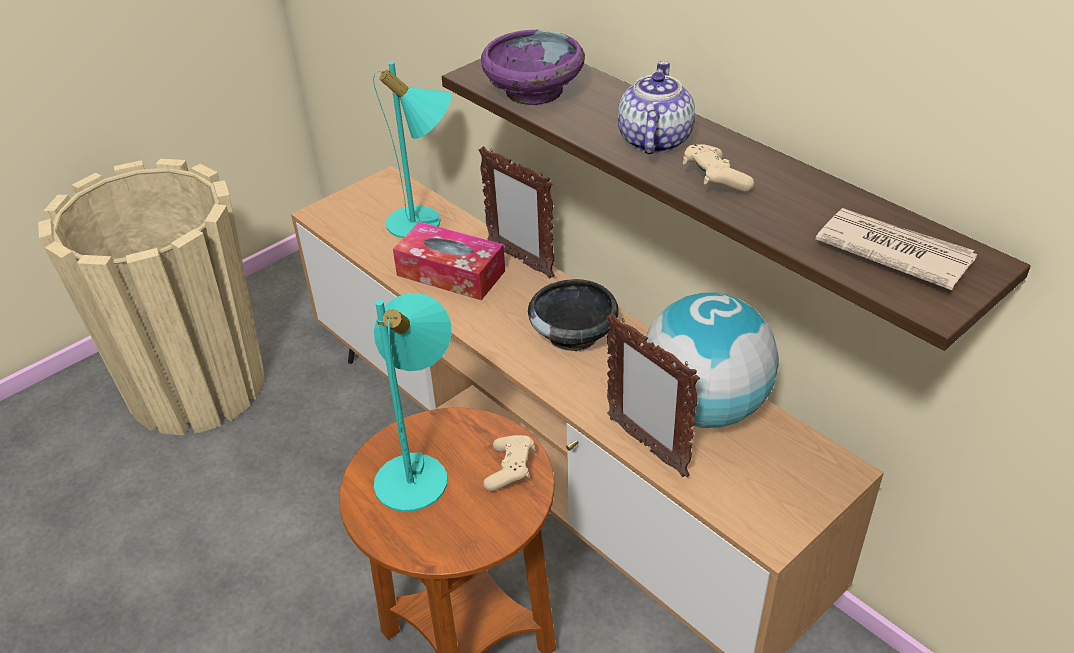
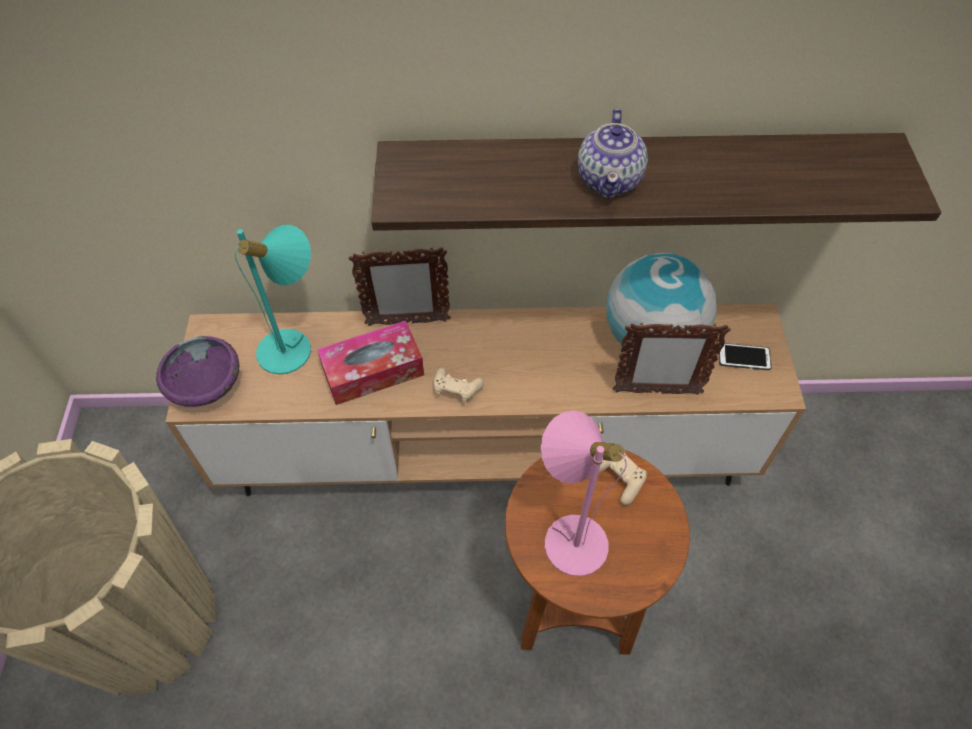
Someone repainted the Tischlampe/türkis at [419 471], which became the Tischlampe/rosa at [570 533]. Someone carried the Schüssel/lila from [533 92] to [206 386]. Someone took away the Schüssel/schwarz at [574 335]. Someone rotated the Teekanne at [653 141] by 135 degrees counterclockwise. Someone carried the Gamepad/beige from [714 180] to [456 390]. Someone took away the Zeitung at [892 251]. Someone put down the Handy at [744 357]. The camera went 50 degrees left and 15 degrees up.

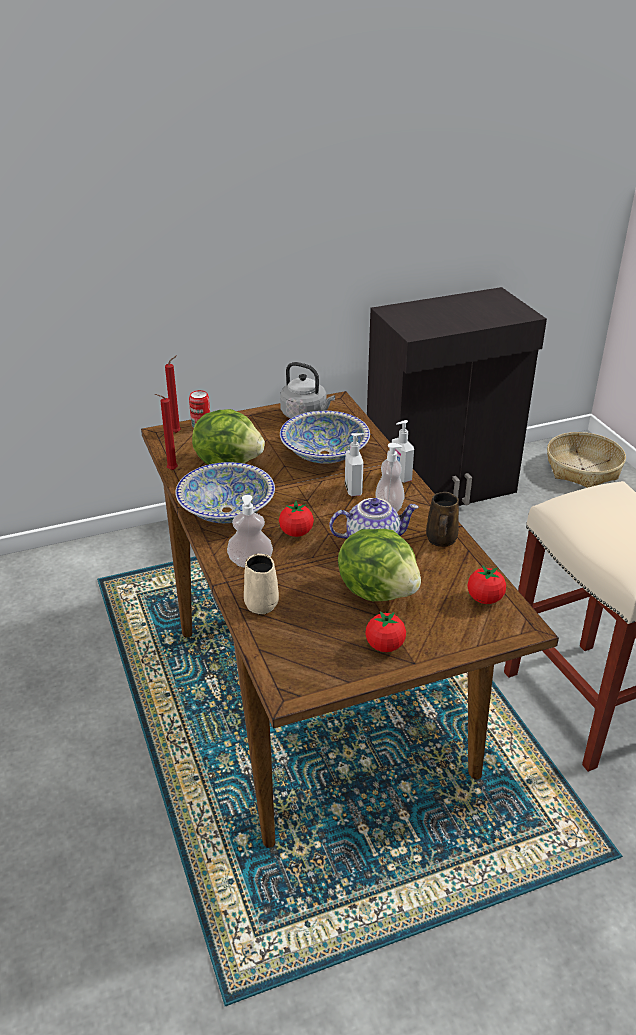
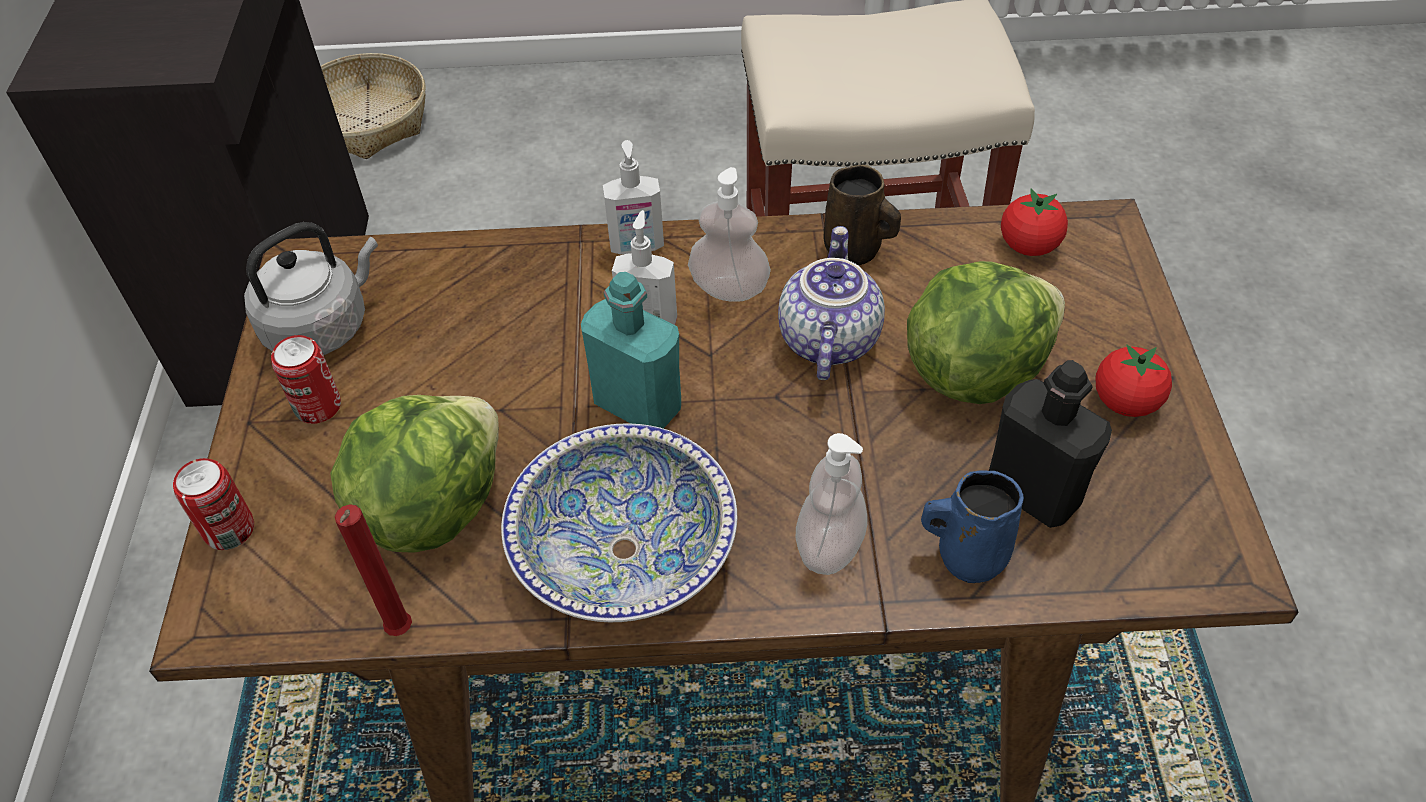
Someone took away the Kerze/rot at [177 432]. Someone repainted the Henkelbecher/beige at [261 603], which became the Henkelbecher/blau at [967 555]. Someone took away the Tomate at [296 533]. Someone took away the Schüssel at [324 453]. Someone put down the Dose at [318 406]. Someone put down the Flasche/türkis at [638 405]. Someone put down the Flasche/schwarz at [1033 493]. The camera went 70 degrees left and 15 degrees up.

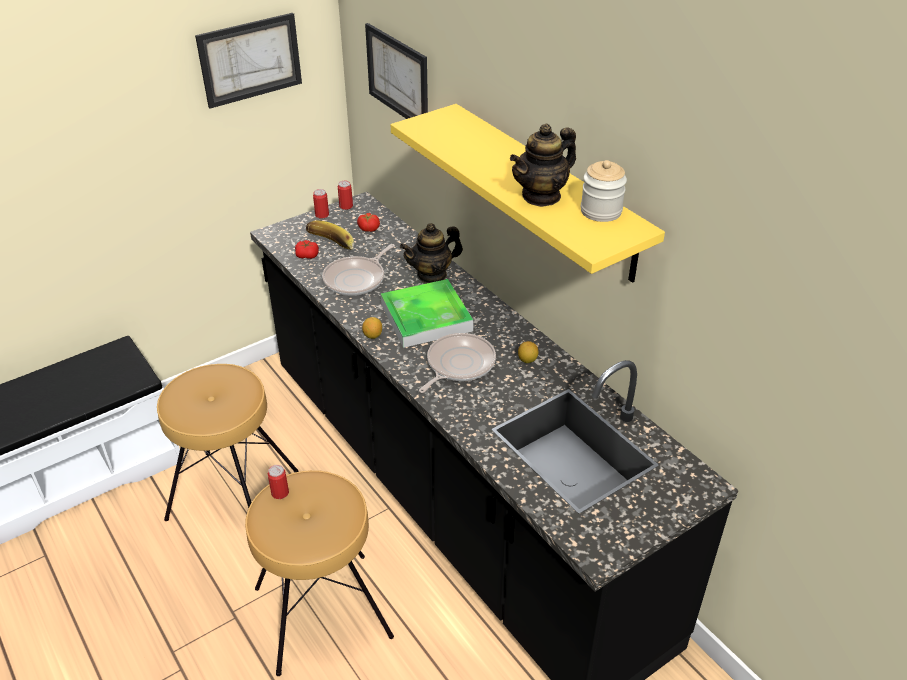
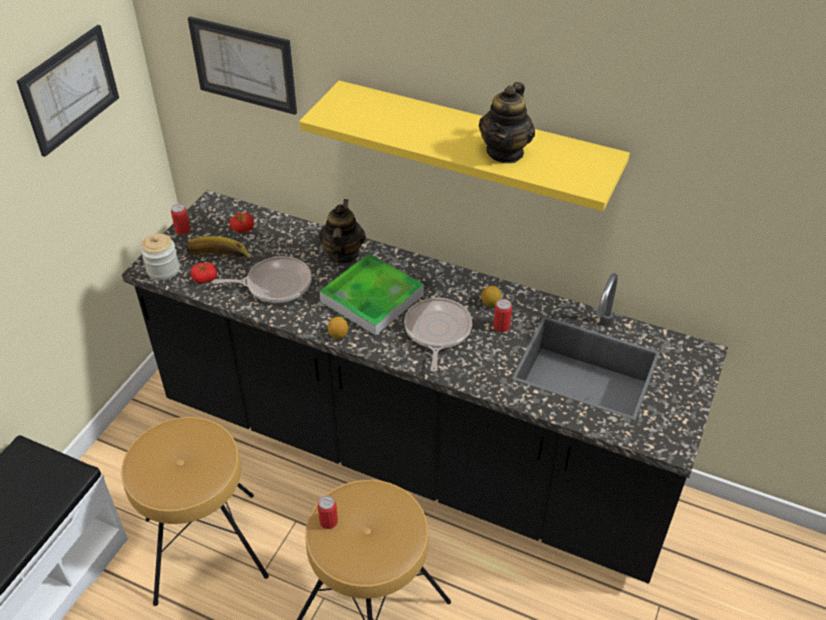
Someone rotated the Pfanne at [357 279] by 105 degrees counterclockwise. Someone carried the Dose from [346 206] to [501 326]. Someone rotated the Teekanne at [432 275] by 150 degrees clockwise. Someone carried the Vorratsglas from [601 211] to [163 270]. The camera went 30 degrees left and 5 degrees up.

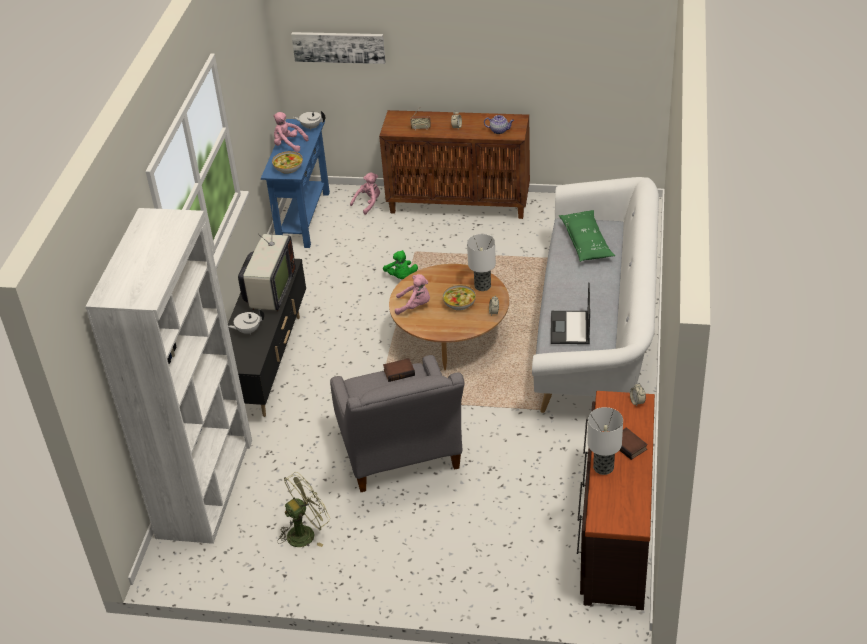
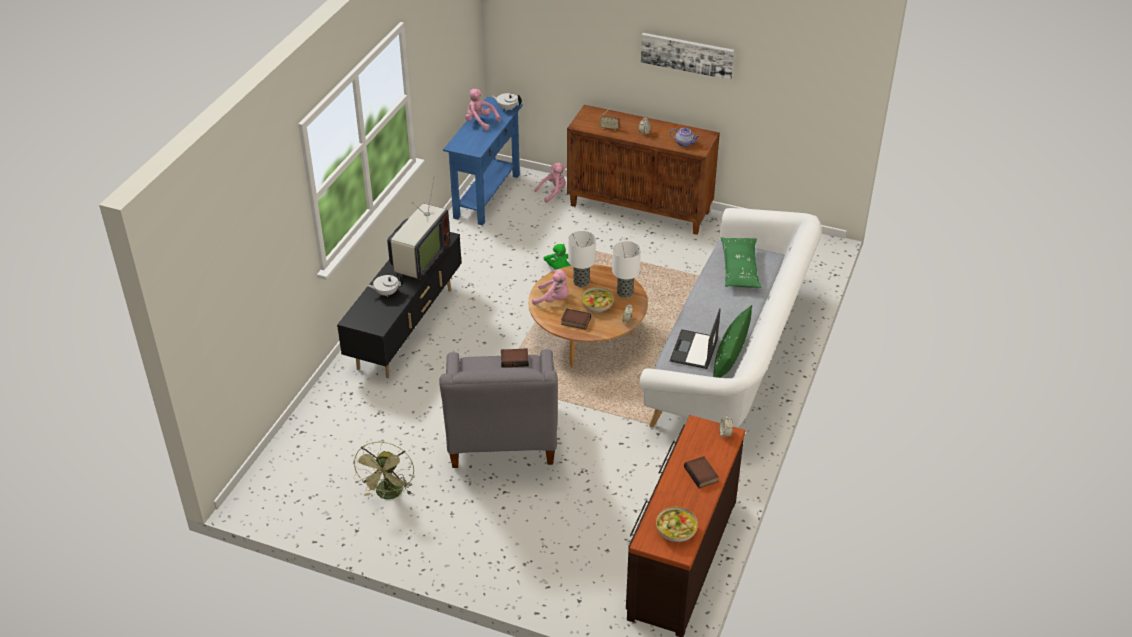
Someone took away the Bücherregal/weiß at [205 487]. Someone carried the Schüssel from [288 167] to [676 531]. Someone rotated the Ventilator/grün at [305 532] by 120 degrees clockwise. Someone carried the Bild from [338 46] to [687 55]. Someone carried the Tischlampe from [604 467] to [582 282]. Someone put down the Buch at [575 321]. Someone put down the Kissen/grün at [730 357]. The camera went 10 degrees right and 0 degrees up.

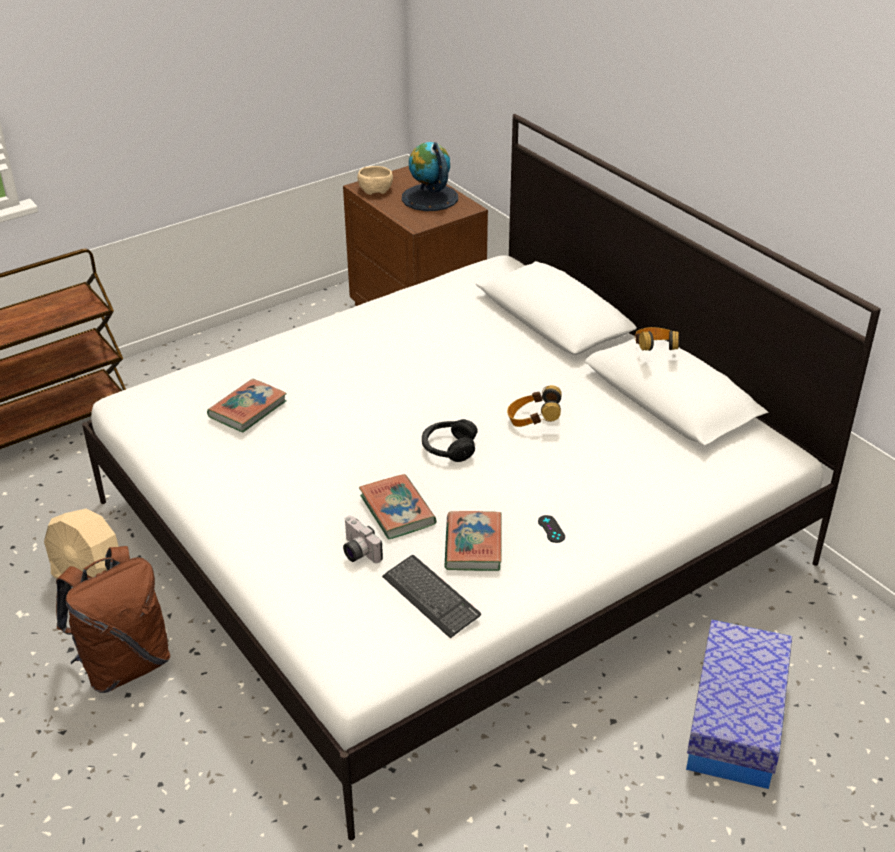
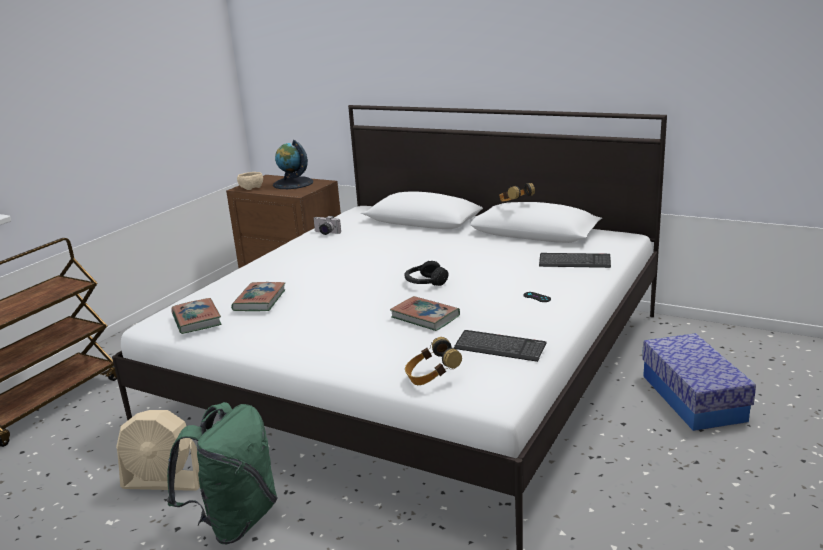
Someone repainted the Rucksack/braun at [124 664], which became the Rucksack/grün at [235 520]. Someone carried the Kamera from [357 552] to [325 233]. Someone carried the Buch from [473 545] to [196 320]. Someone carried the Kopfhörer from [533 421] to [431 377]. Someone put down the Tastatur at [574 262]. The camera went 25 degrees left and 15 degrees down.

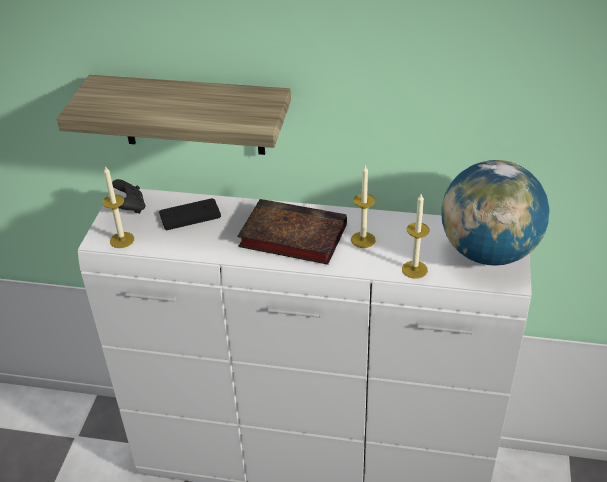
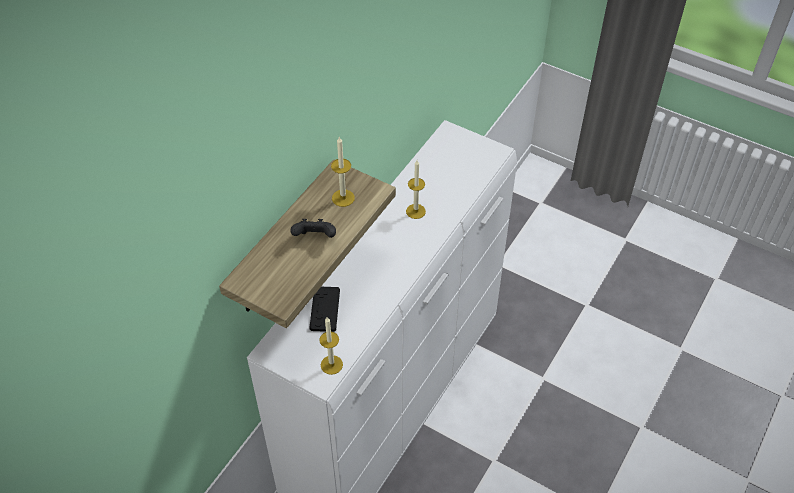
Someone carried the Gamepad/schwarz from [131 207] to [315 238]. Someone took away the Buch at [290 236]. Someone carried the Kerze from [414 269] to [343 198]. Someone took away the Globus at [488 252]. The camera went 70 degrees left and 10 degrees up.

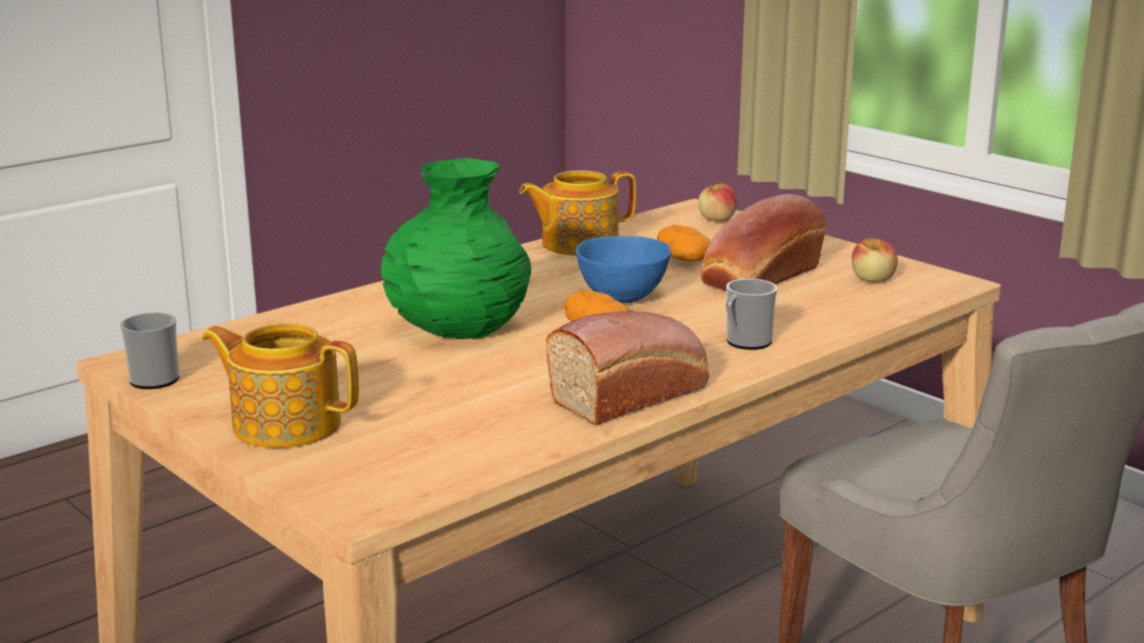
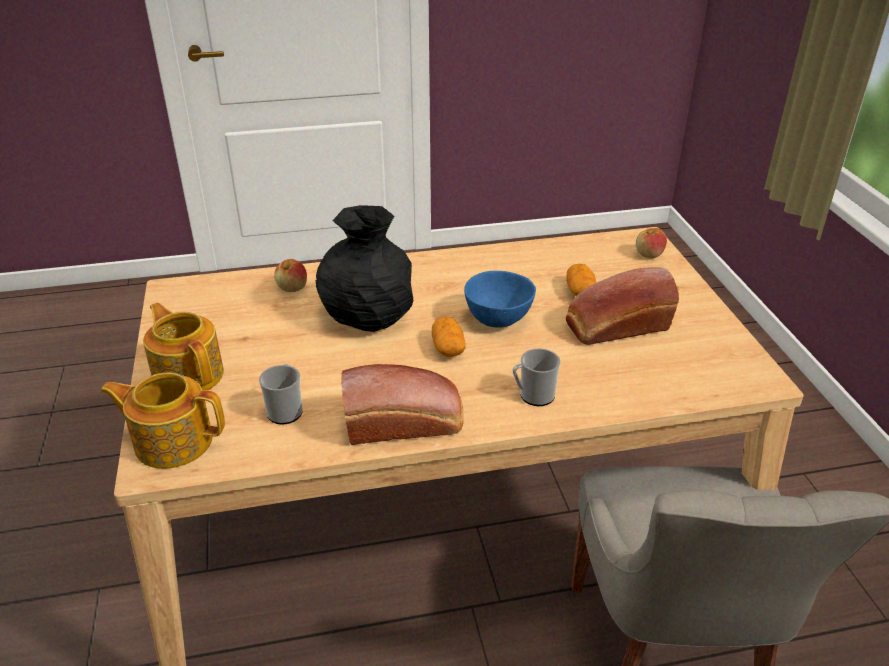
Someone carried the Henkelbecher from [153 377] to [285 409]. Someone repainted the Vase/grün at [457 328], which became the Vase/schwarz at [366 317]. Someone carried the Teekanne from [577 244] to [172 441]. Someone carried the Apfel from [873 279] to [292 288]. The camera went 30 degrees right and 15 degrees up.

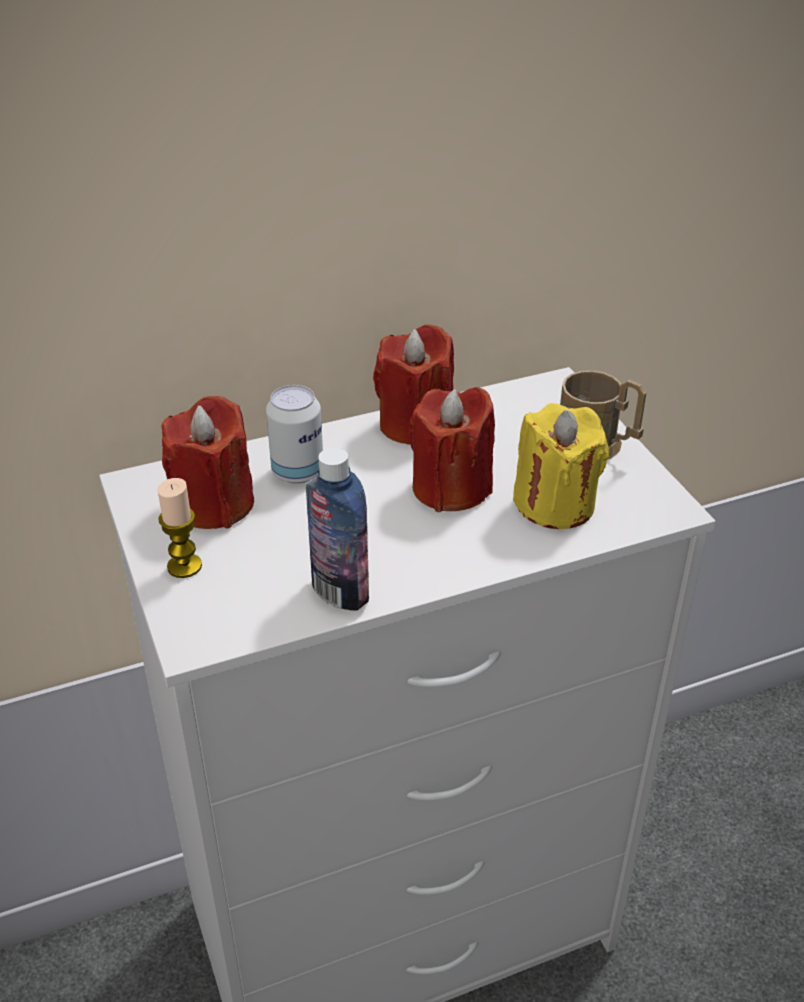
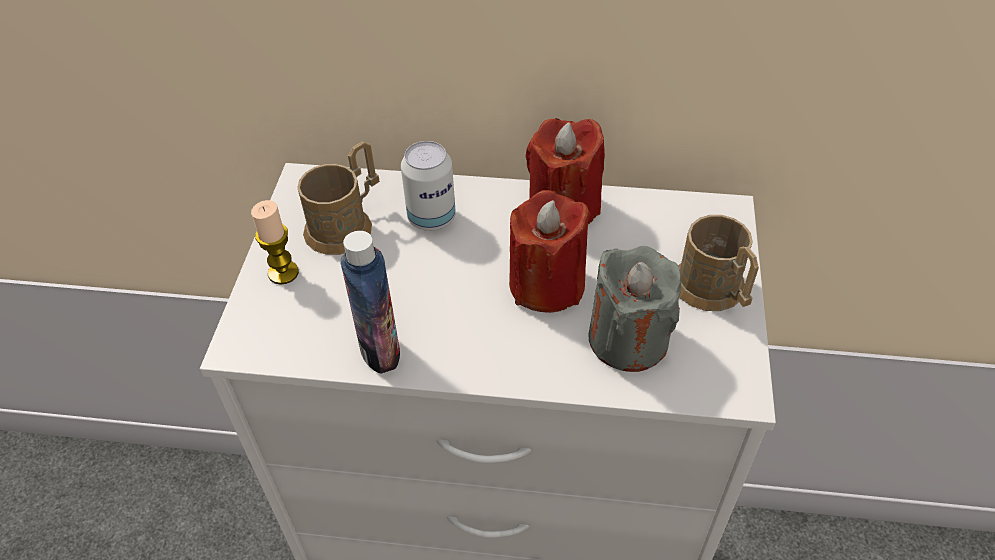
Someone swapped the Kerze/rot at [214 504] for the Henkelbecher/braun at [346 224]. Someone repainted the Kerze/gelb at [555 504], which became the Kerze/grau at [628 339]. The camera went 30 degrees right and 10 degrees up.

